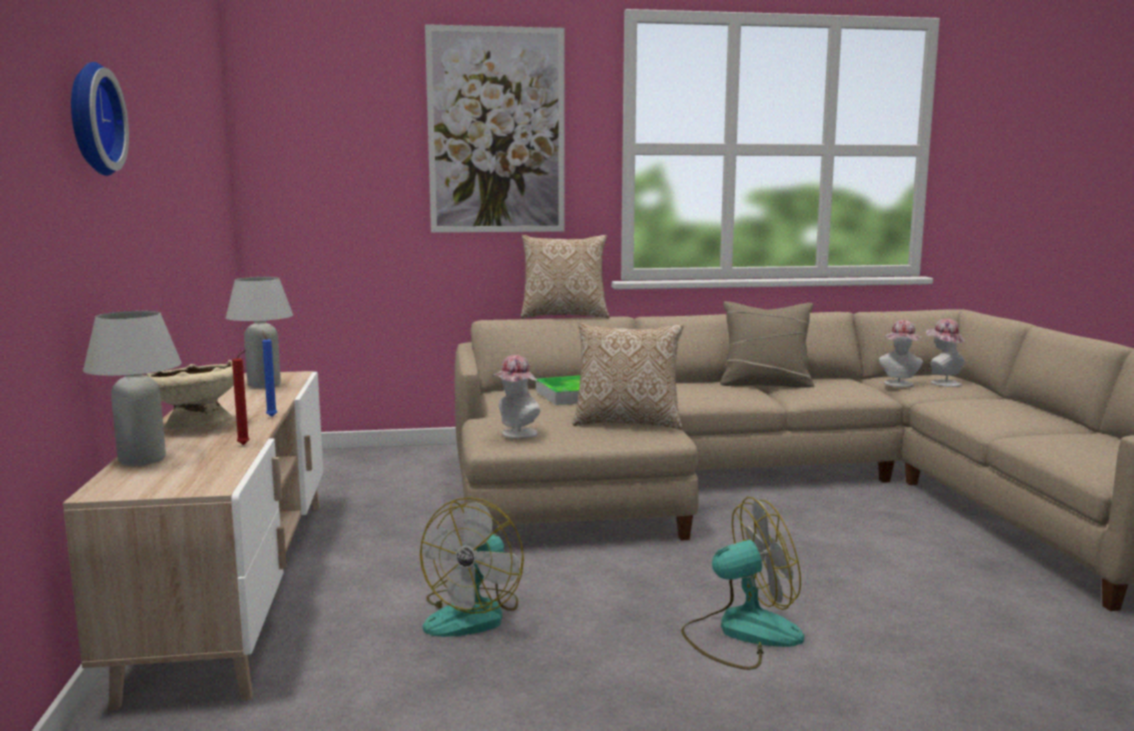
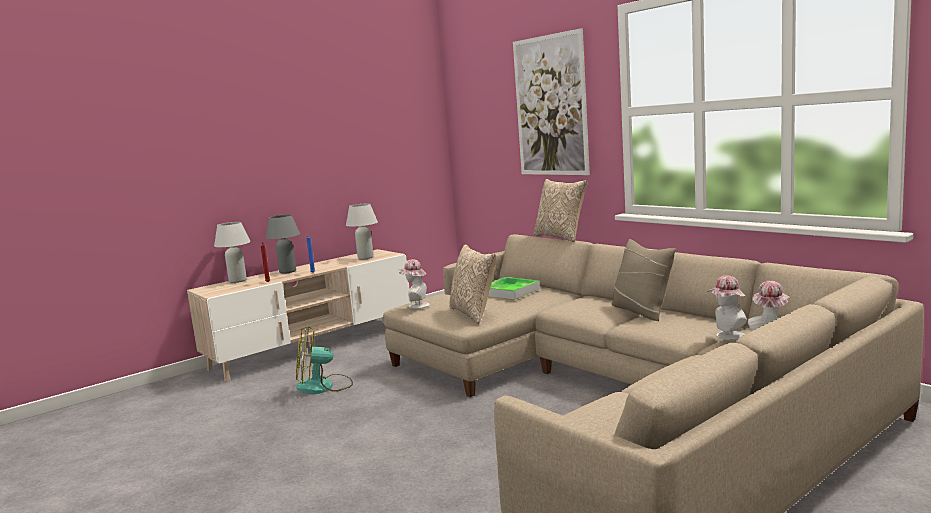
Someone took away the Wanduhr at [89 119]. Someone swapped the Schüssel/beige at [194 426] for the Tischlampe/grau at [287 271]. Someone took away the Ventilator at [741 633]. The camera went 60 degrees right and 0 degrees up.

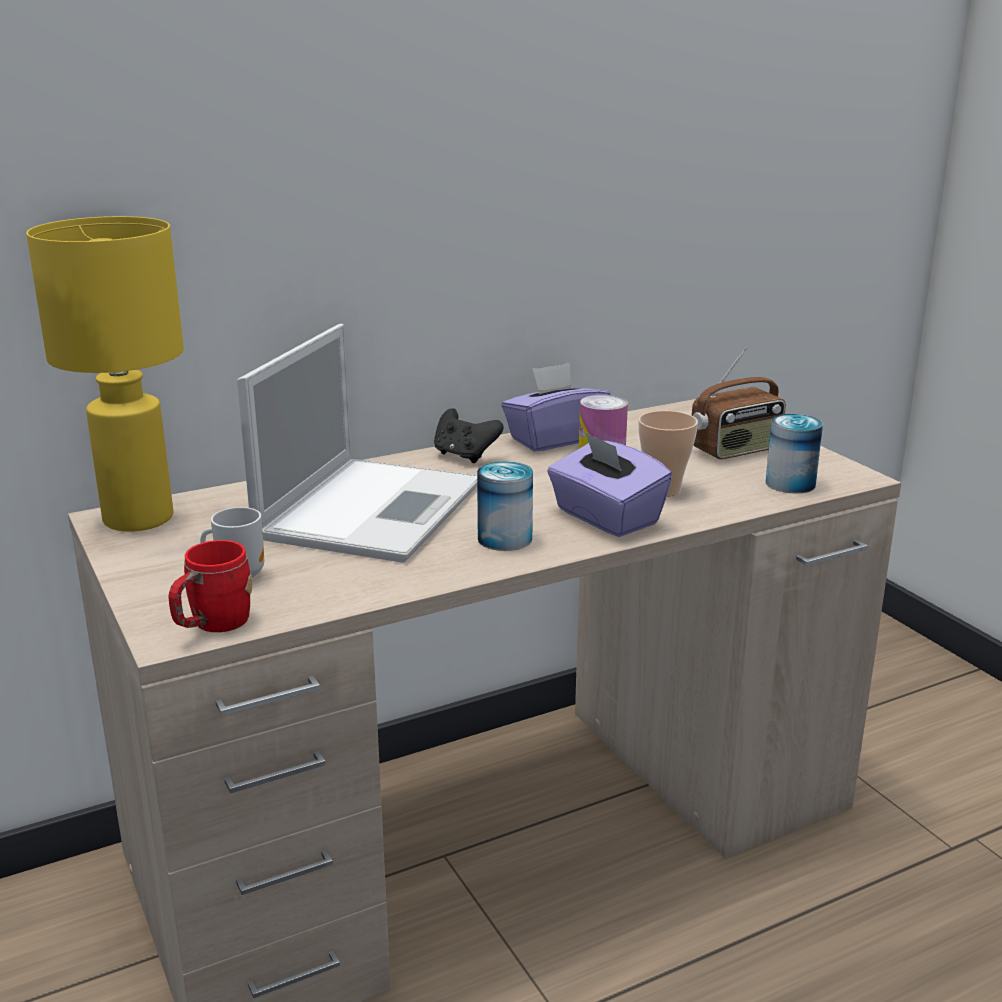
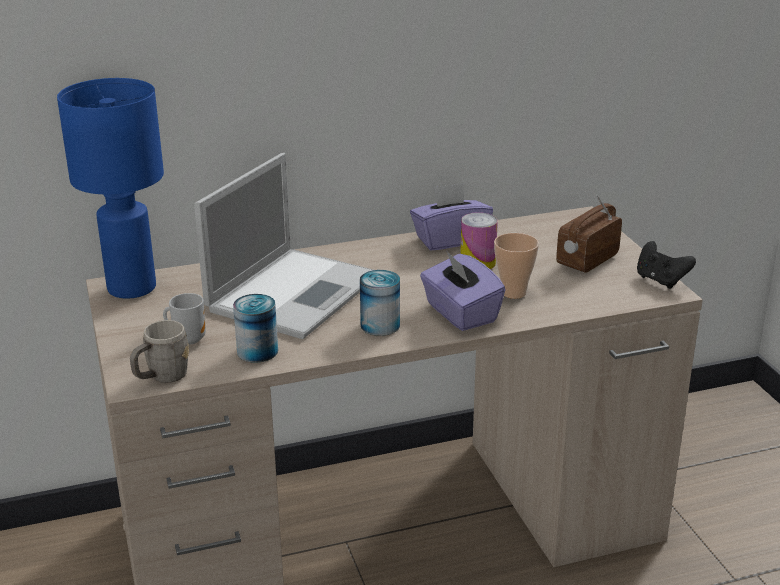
Someone repainted the Tischlampe/gelb at [140 519], which became the Tischlampe/blau at [133 288]. Someone repainted the Henkelbecher/rot at [212 626], which became the Henkelbecher/grau at [161 377]. Someone carried the Gamepad/schwarz from [464 456] to [660 280]. Someone rotated the Radio at [736 450] by 150 degrees clockwise. Someone carried the Dose from [790 483] to [257 351]. The camera went 10 degrees right and 5 degrees up.

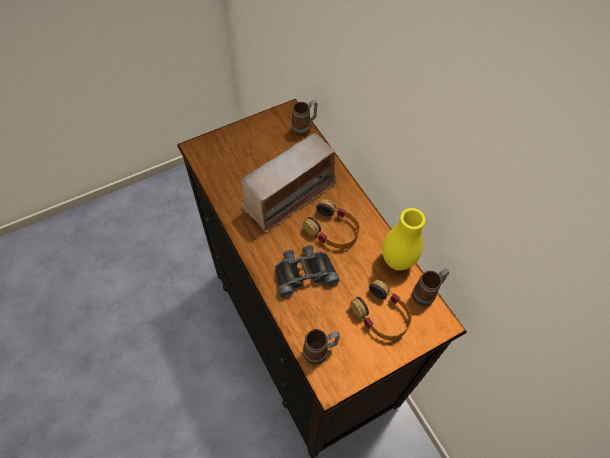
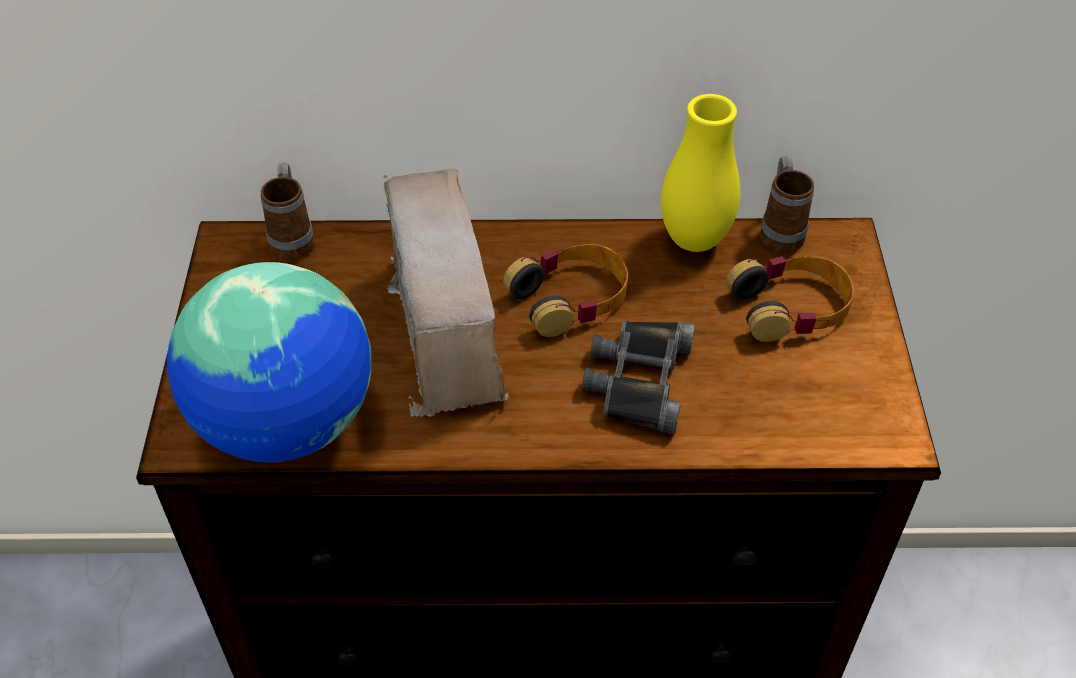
Someone took away the Henkelbecher at [320 351]. Someone put down the Globus at [287 423]. The camera went 60 degrees left and 10 degrees down.

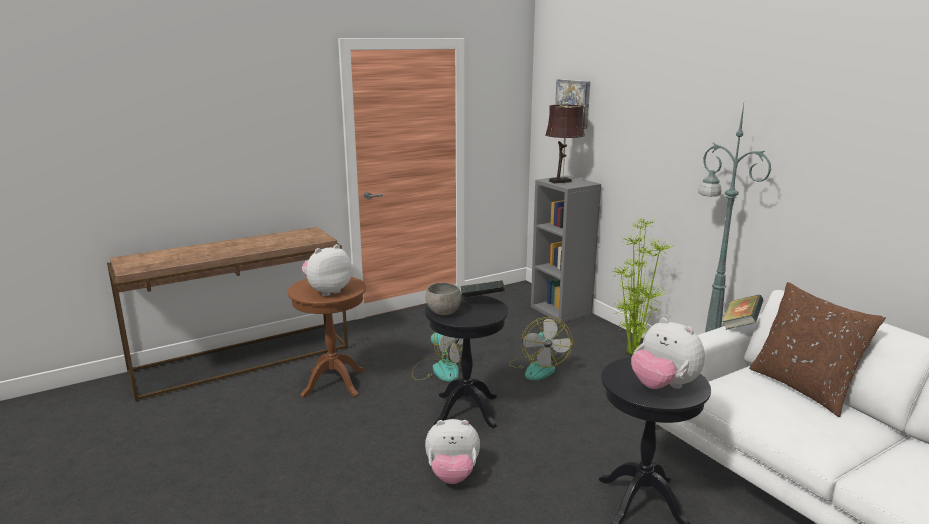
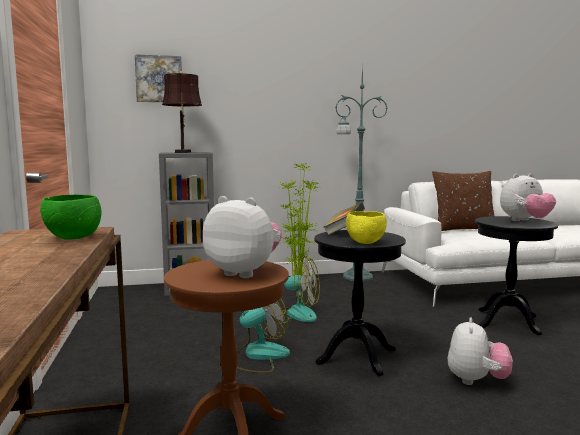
Someone rotated the Plüschtier at [327 291] by 135 degrees clockwise. Someone repainted the Schüssel/grau at [443 313], which became the Schüssel/gelb at [366 242]. Someone took away the Buch at [740 325]. Someone put down the Schüssel/grün at [74 238]. The camera went 70 degrees left and 10 degrees down.

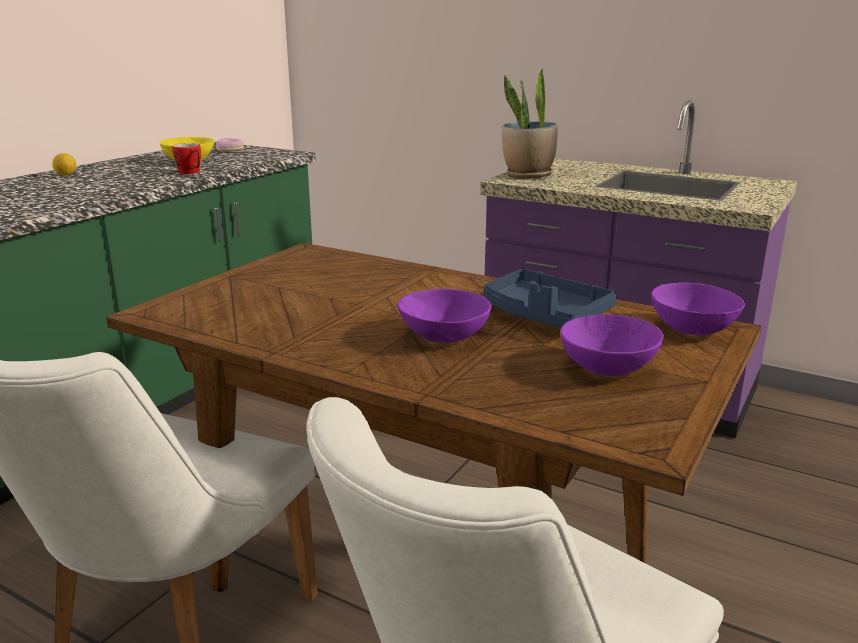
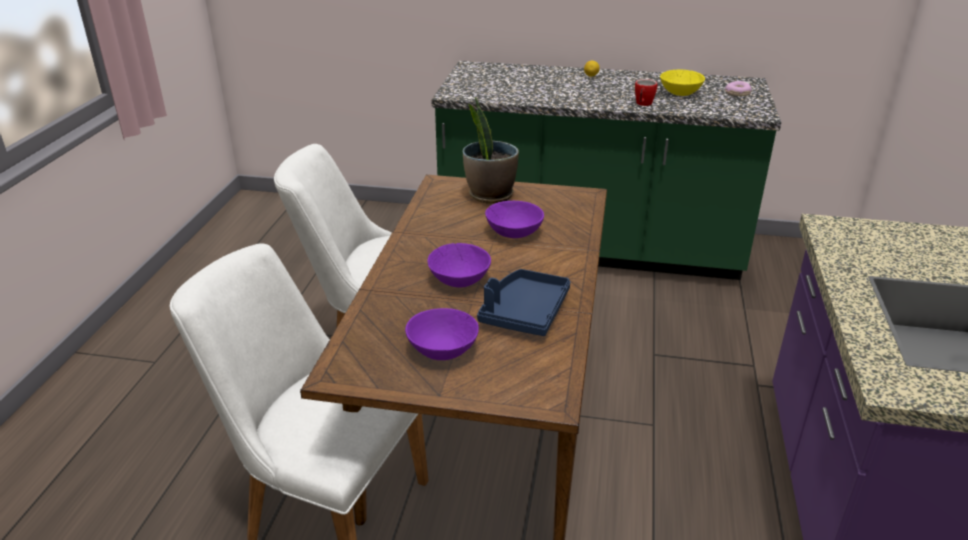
Someone carried the Topfpflanze from [528 175] to [490 195]. Someone carried the Schüssel/lila from [691 328] to [513 232]. The camera went 70 degrees right and 10 degrees up.

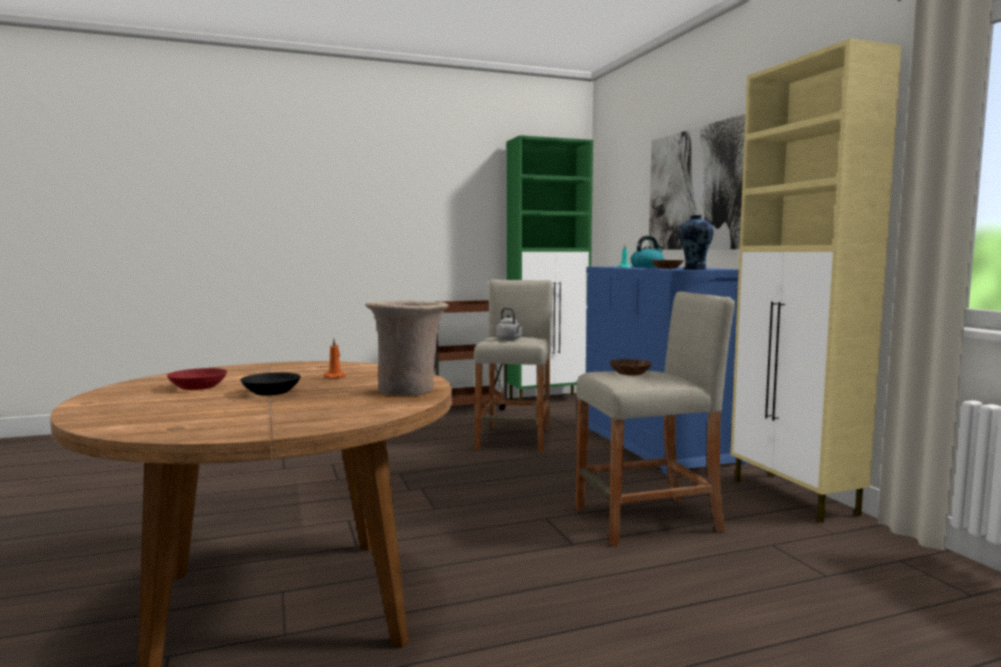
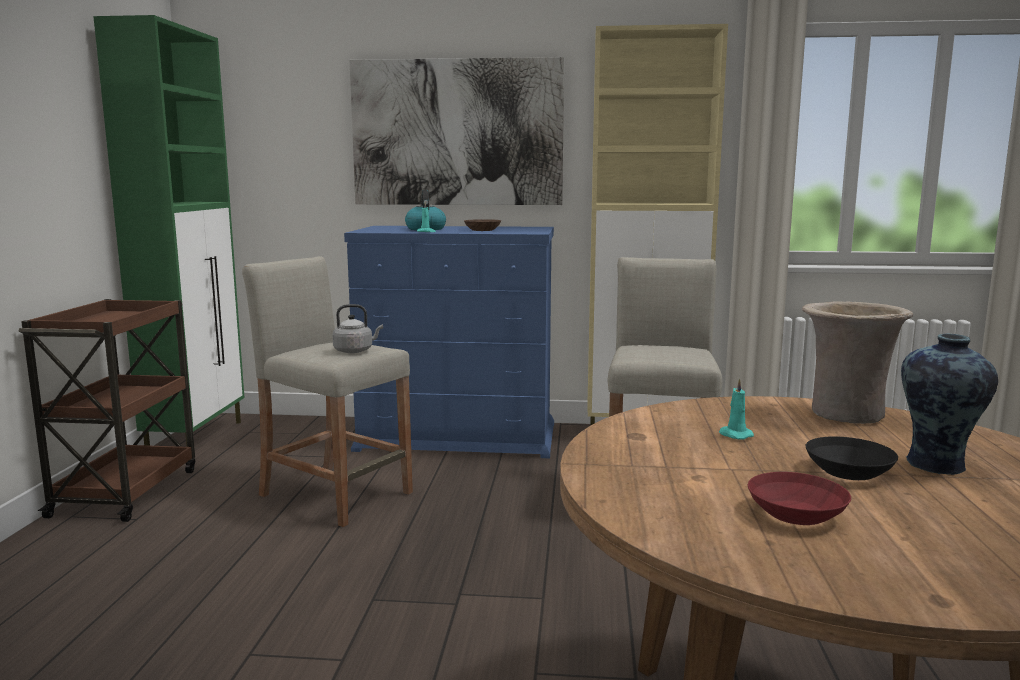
Someone repainted the Kerze/orange at [336 377], which became the Kerze/türkis at [734 435]. Someone took away the Schüssel/braun at [630 373]. Someone carried the Vase from [694 269] to [936 466]. The camera went 65 degrees left and 5 degrees up.

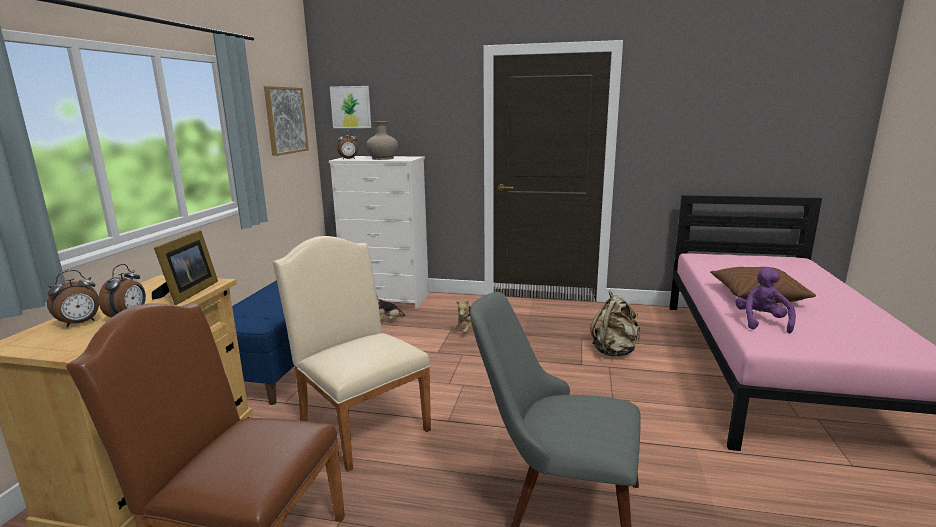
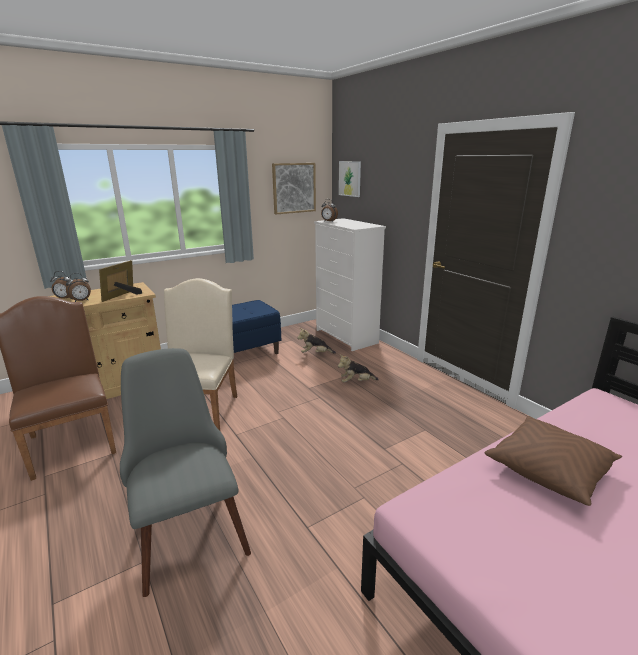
Someone rotated the Bilderrahmen at [188 293] by 150 degrees clockwise. Someone took away the Vase/beige at [383 158]. Someone took away the Rucksack/beige at [614 351]. Someone took away the Plüschtier/lila at [761 322]. The camera went 45 degrees right and 5 degrees up.

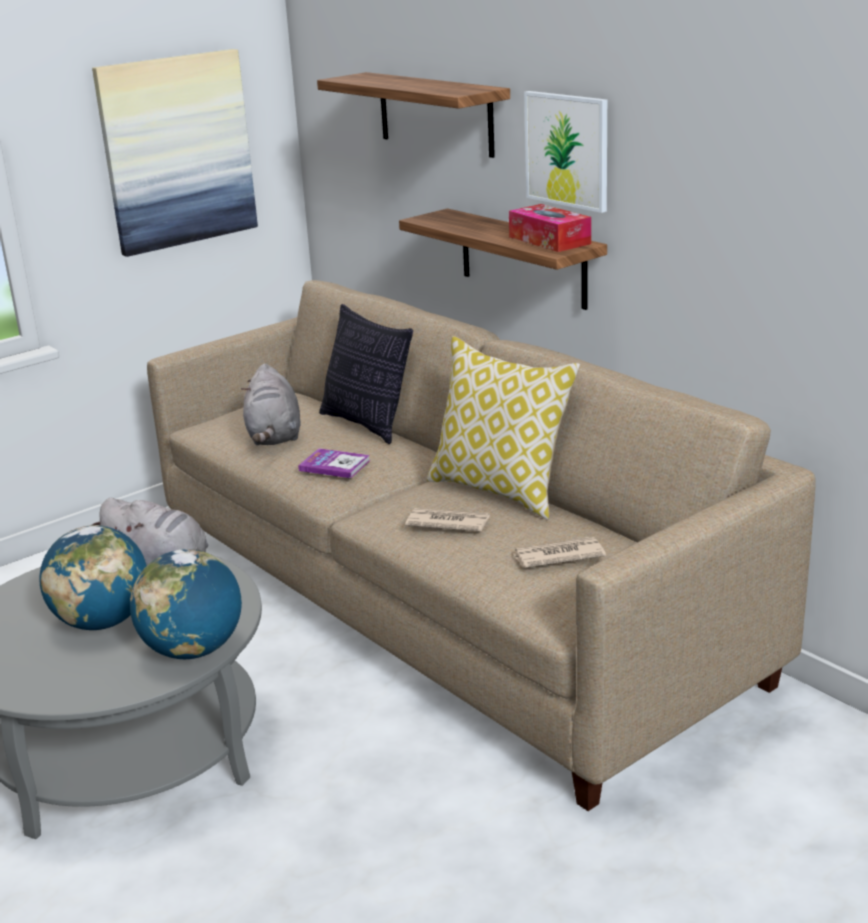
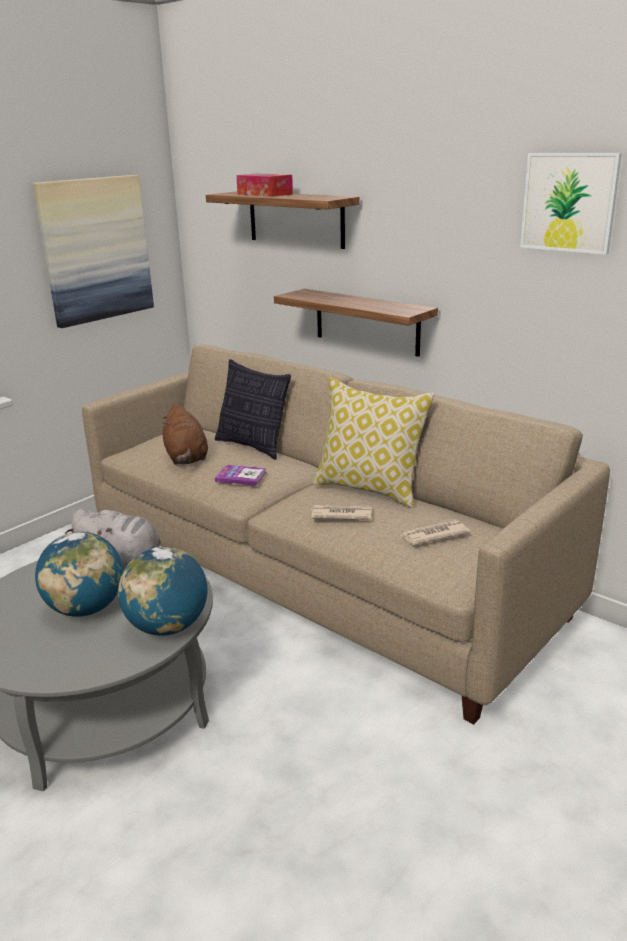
Someone repainted the Plüschtier/grau at [274 437], which became the Plüschtier/braun at [186 458]. Someone carried the Taschentuchbox from [549 240] to [264 194]. Someone carried the Bild from [567 150] to [569 202]. The camera went 10 degrees left and 0 degrees up.

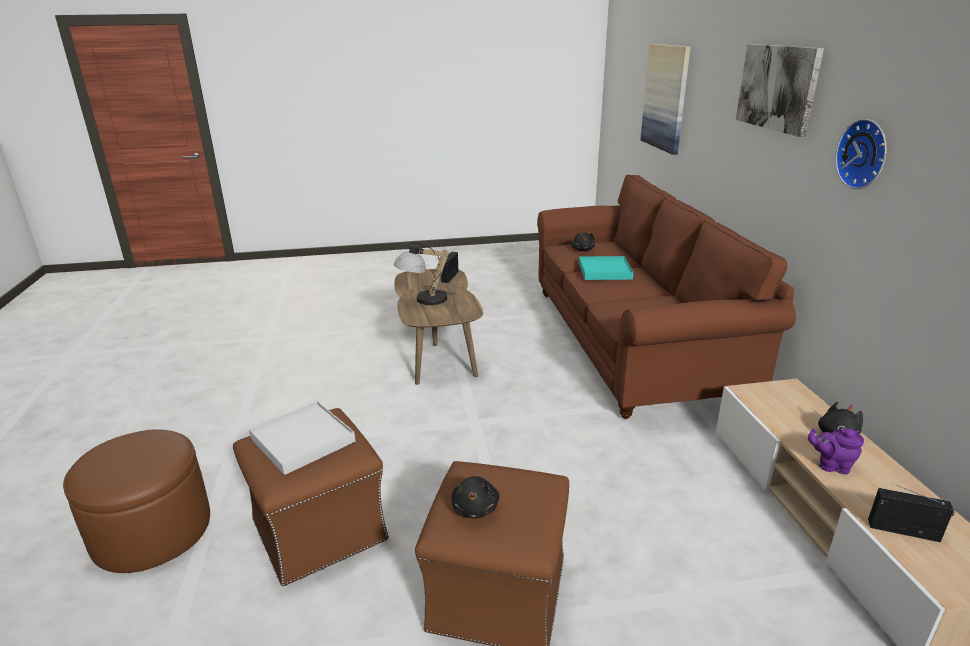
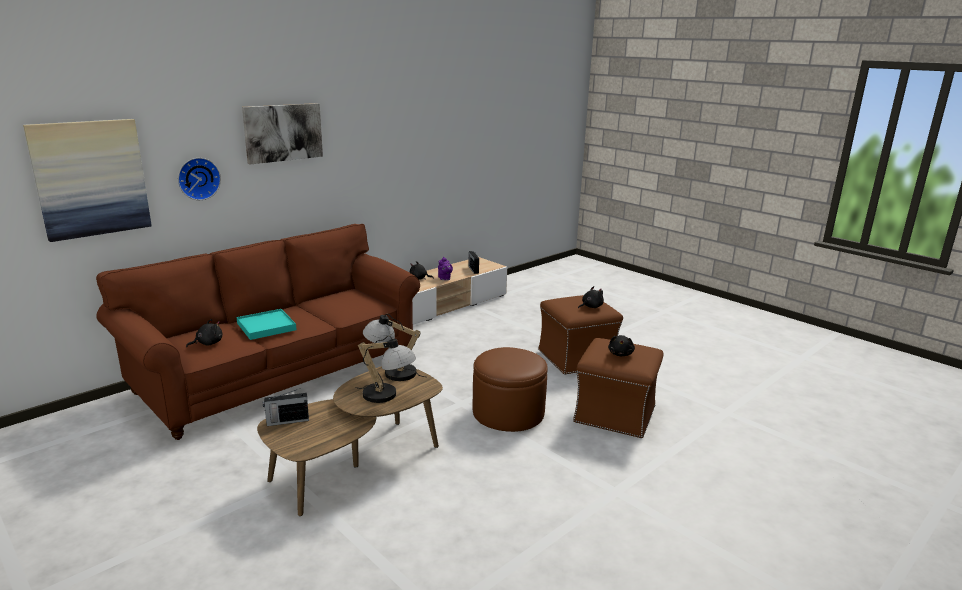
Someone carried the Polsterhocker/braun from [152 530] to [508 412]. Someone swapped the Tablett/weiß at [302 440] for the Plüschtier/schwarz at [620 354]. Someone carried the Wanduhr from [865 154] to [198 178]. Someone put down the Tischlampe at [392 372]. The camera went 125 degrees left and 5 degrees down.

